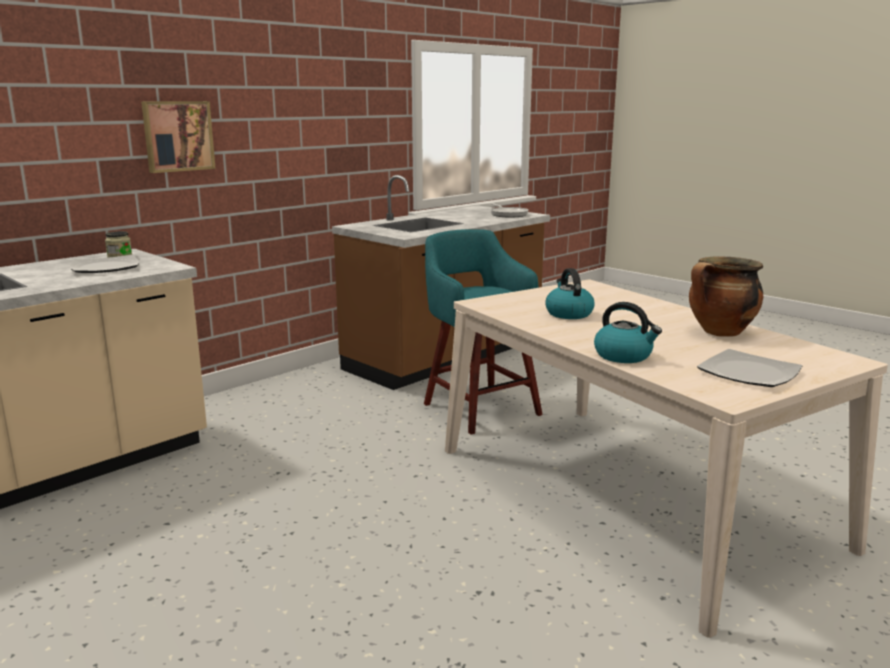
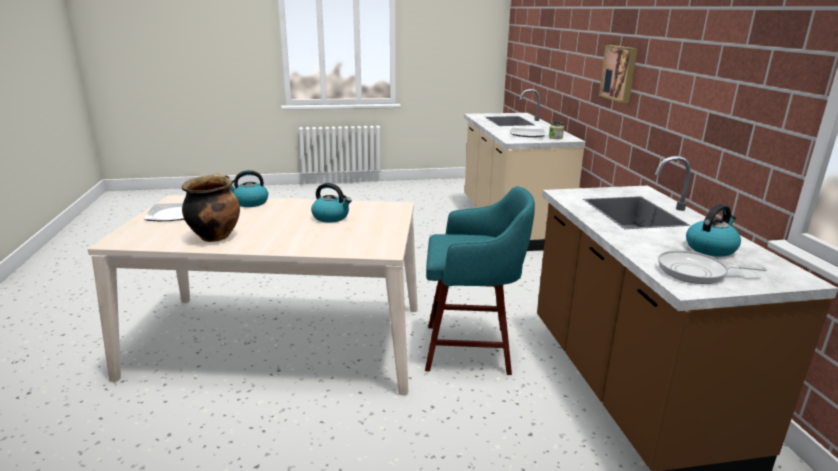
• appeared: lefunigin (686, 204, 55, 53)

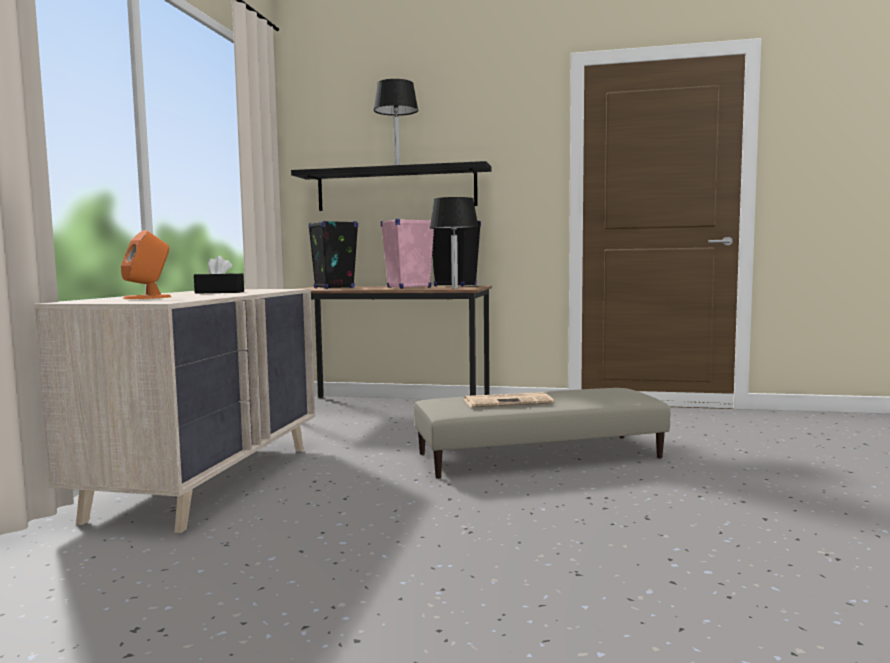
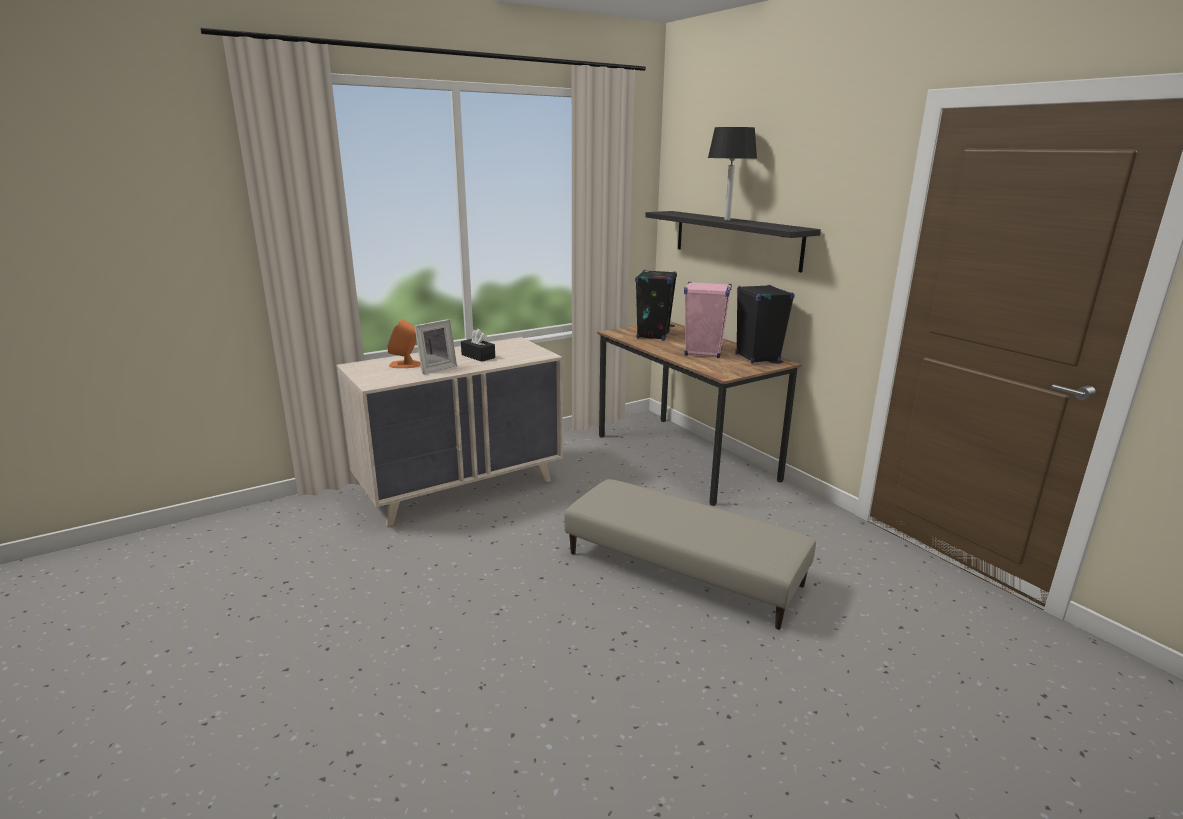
• missing: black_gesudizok (430, 197, 49, 92)
• missing: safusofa (464, 392, 90, 15)
• appeared: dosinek (414, 319, 43, 55)

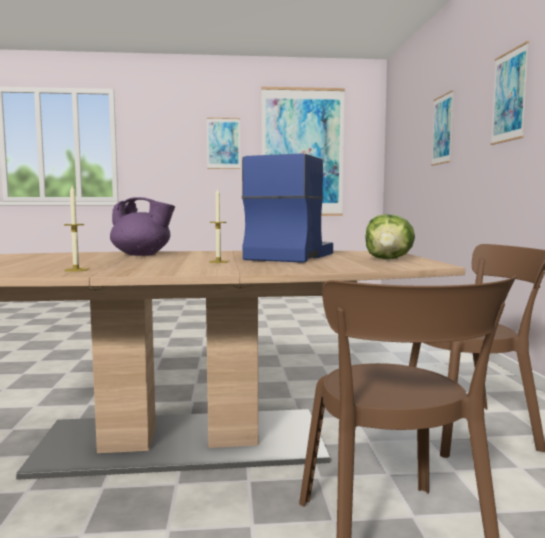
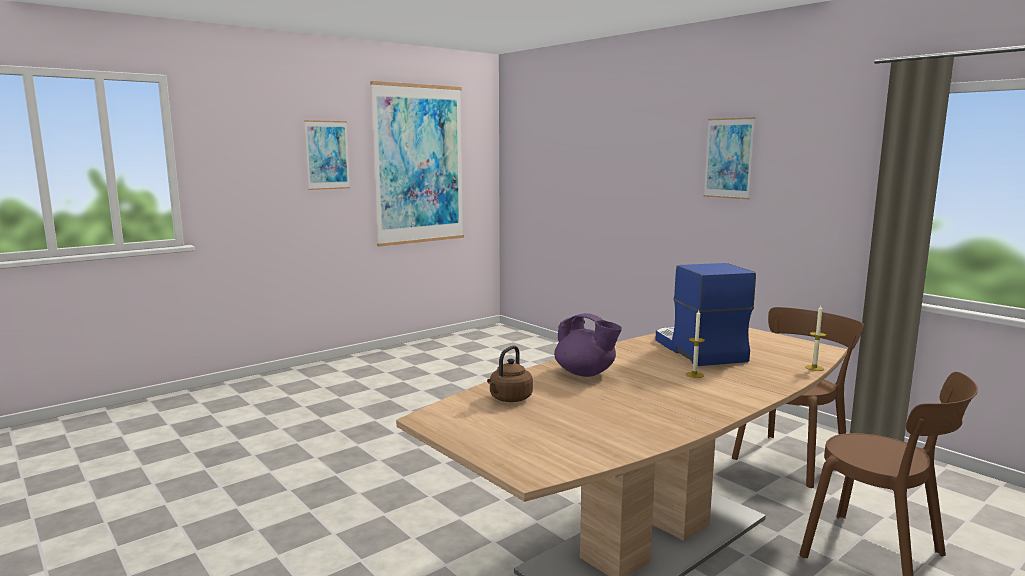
• relocated: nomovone (64, 186, 24, 86) to (805, 305, 21, 66)
• spun: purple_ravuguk (110, 197, 65, 59) = (554, 313, 68, 64) 60 degrees clockwise
• missing: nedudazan (365, 214, 50, 45)
• missing: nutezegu (431, 90, 23, 76)
• appeared: brown_lefunigin (487, 346, 46, 56)

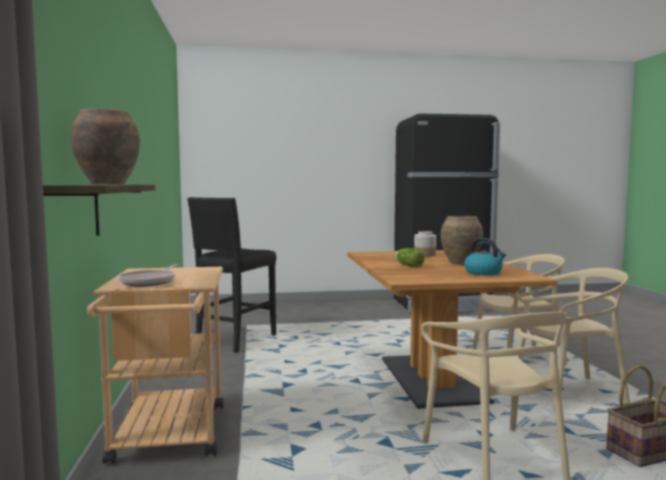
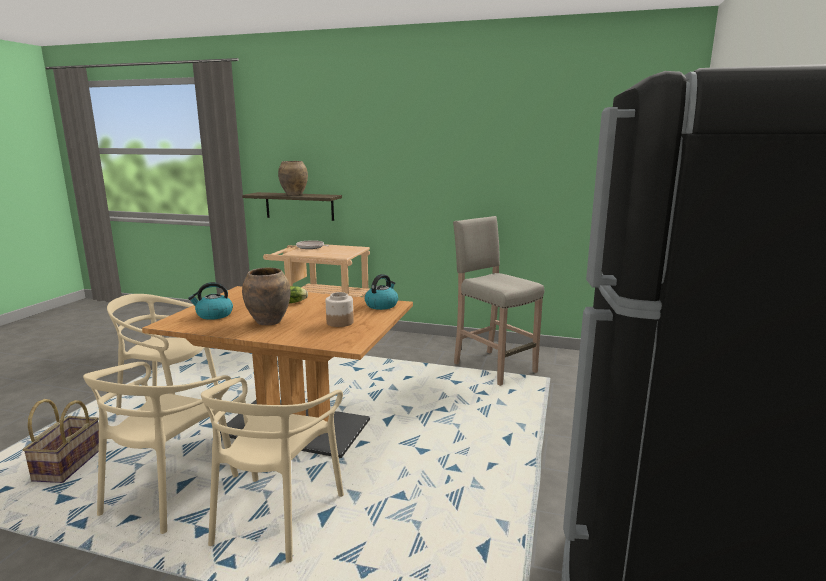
• colour: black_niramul (187, 197, 89, 156) to beige_niramul (453, 216, 91, 170)
• appeared: lefunigin (365, 274, 33, 36)

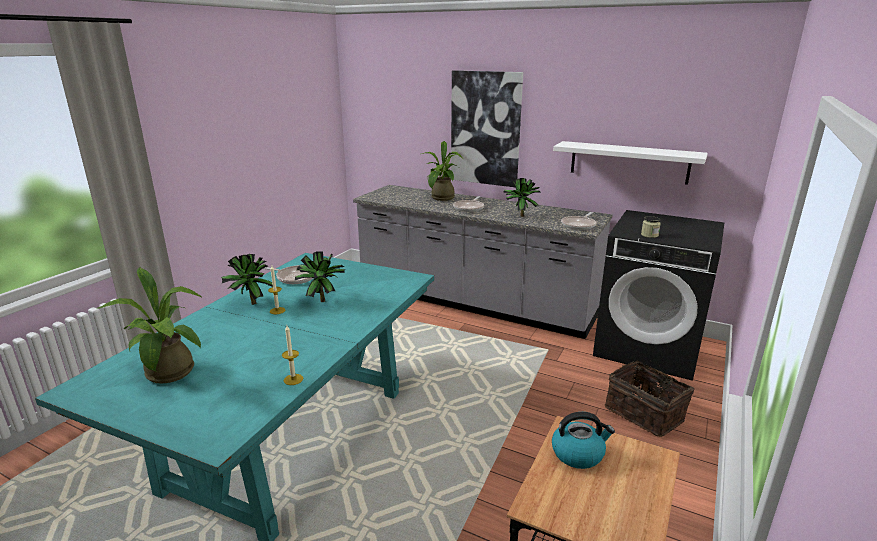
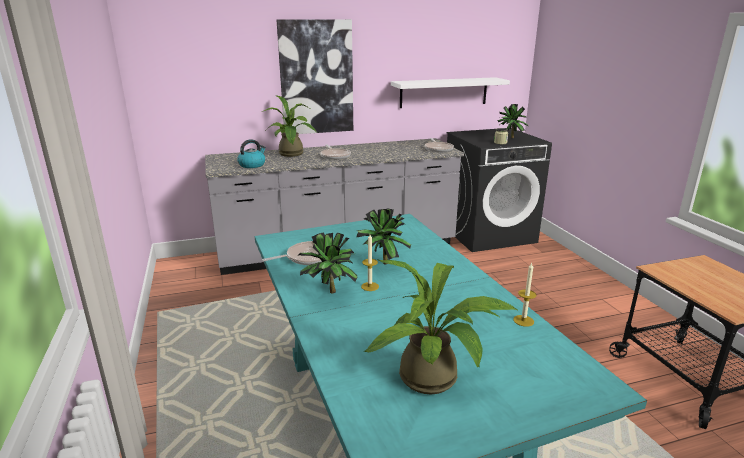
• relocated: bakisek (503, 178, 38, 39) to (497, 104, 32, 34)
• relocated: lefunigin (552, 412, 63, 57) to (237, 139, 29, 29)
• missing: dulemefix (604, 361, 91, 76)

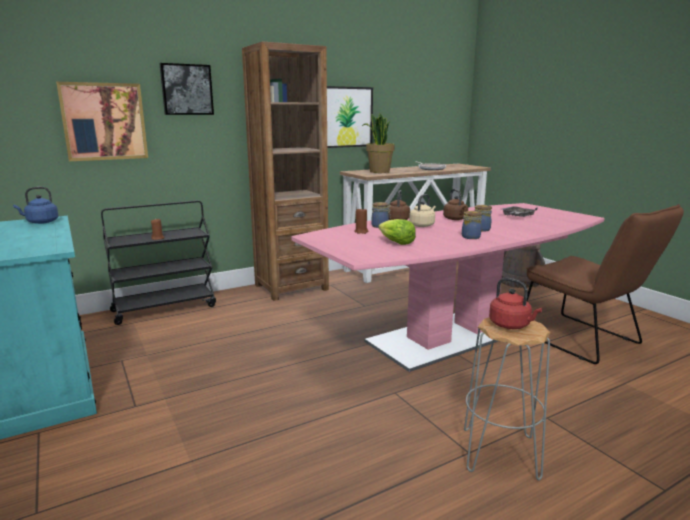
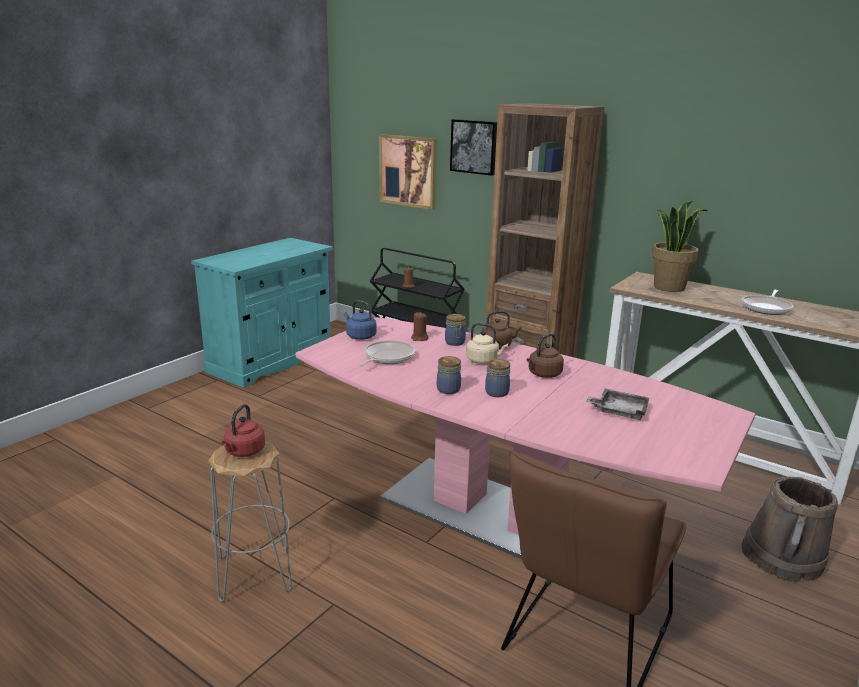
• relocated: blue_lefunigin (13, 187, 46, 37) to (344, 300, 33, 40)
• missing: nutezegu (327, 86, 46, 62)
• exchanged: nedudazan (378, 219, 38, 26) to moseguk (358, 340, 57, 26)

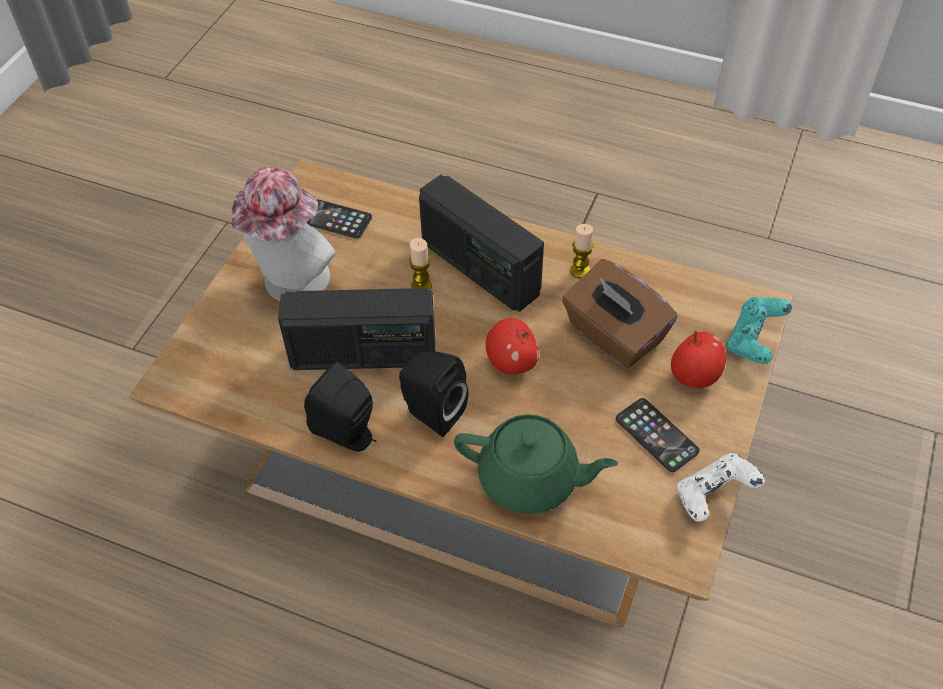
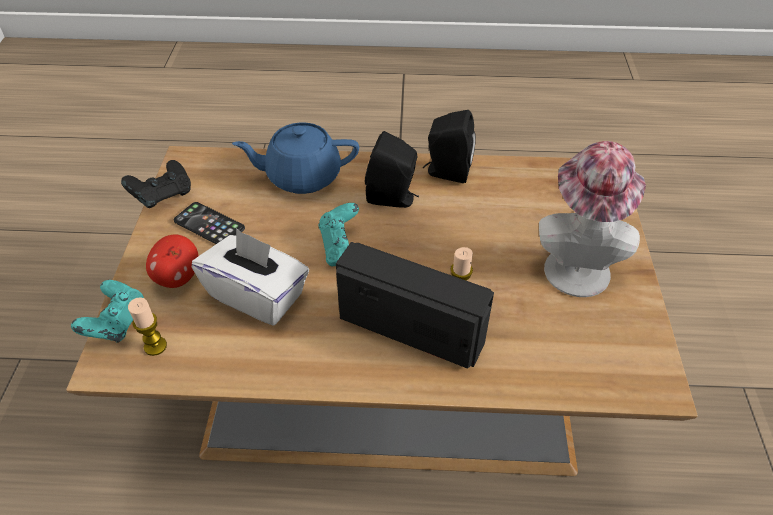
• missing: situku (278, 288, 157, 82)
• missing: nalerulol (306, 199, 66, 40)
• colour: green_ravuguk (454, 414, 164, 100) to blue_ravuguk (232, 123, 127, 71)
• exchanged: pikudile (486, 318, 53, 57) to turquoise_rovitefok (318, 203, 41, 64)
• colour: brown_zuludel (562, 259, 115, 109) to white_zuludel (192, 228, 117, 97)
• relocated: nomovone (570, 224, 24, 55) to (128, 297, 39, 59)
• colour: white_rovitefok (677, 453, 88, 69) to black_rovitefok (121, 160, 70, 48)

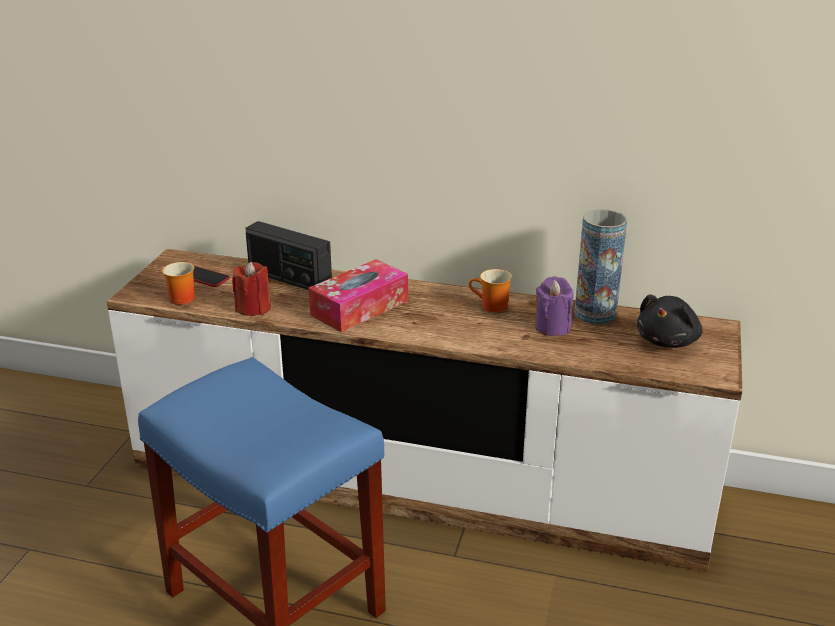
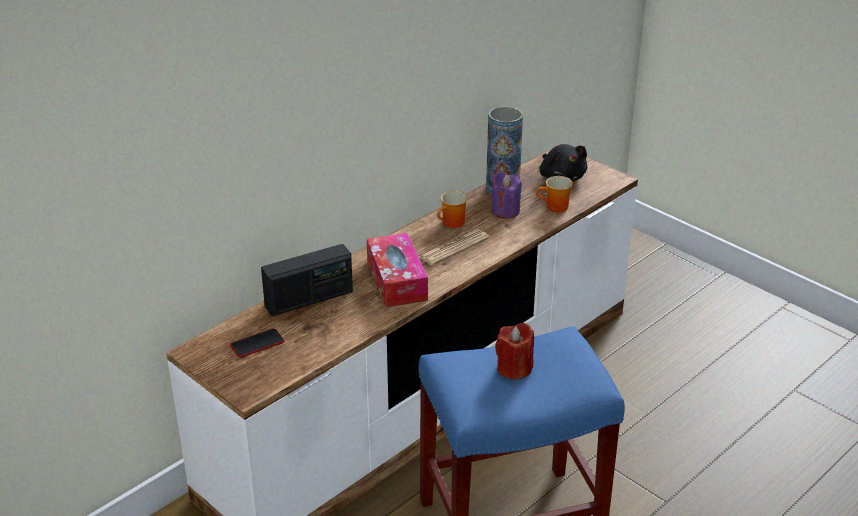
• relocated: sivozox (162, 262, 33, 43) to (536, 176, 37, 36)
• relocated: red_nomovone (232, 261, 39, 55) to (495, 323, 39, 57)
• appeared: safusofa (419, 229, 71, 37)

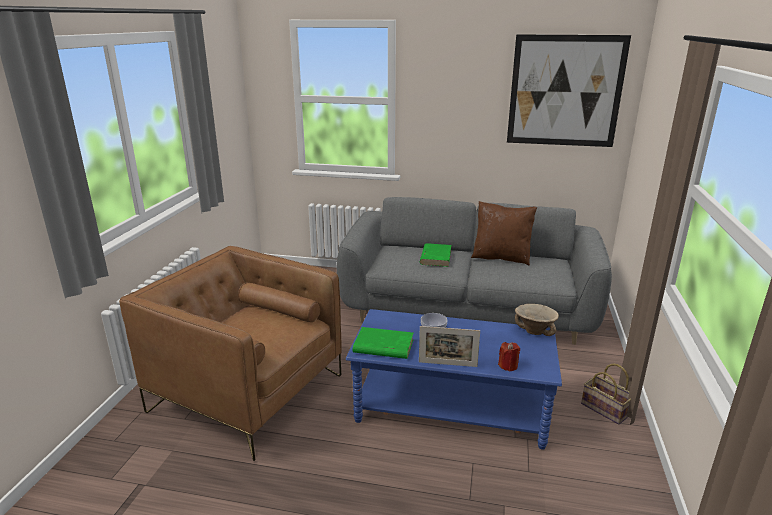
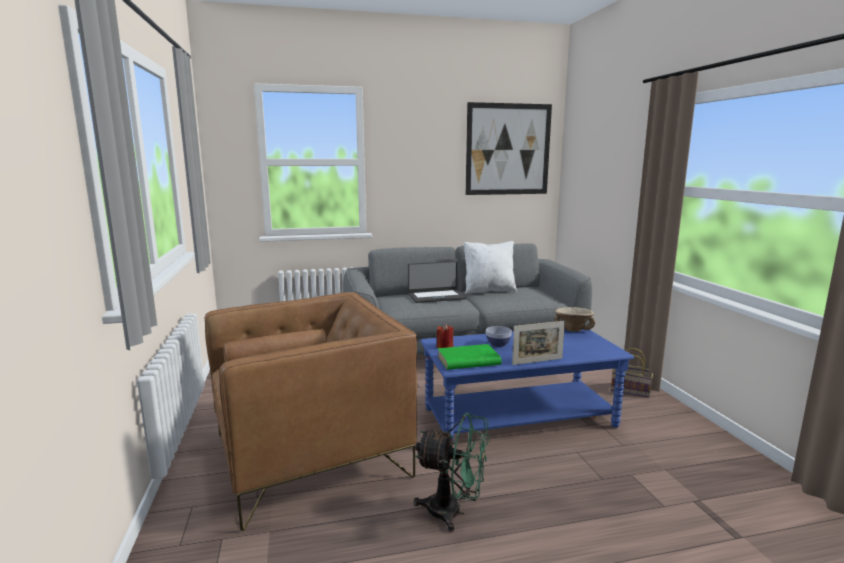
• spun: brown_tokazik (119, 246, 223, 215) = (205, 292, 212, 239) 150 degrees clockwise
• exchanged: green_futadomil (420, 243, 32, 24) to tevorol (408, 261, 58, 42)
• colour: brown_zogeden (471, 201, 66, 64) to white_zogeden (464, 241, 53, 53)
• relocated: red_nomovone (498, 342, 22, 29) to (437, 324, 17, 24)
• appeared: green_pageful (414, 413, 75, 119)

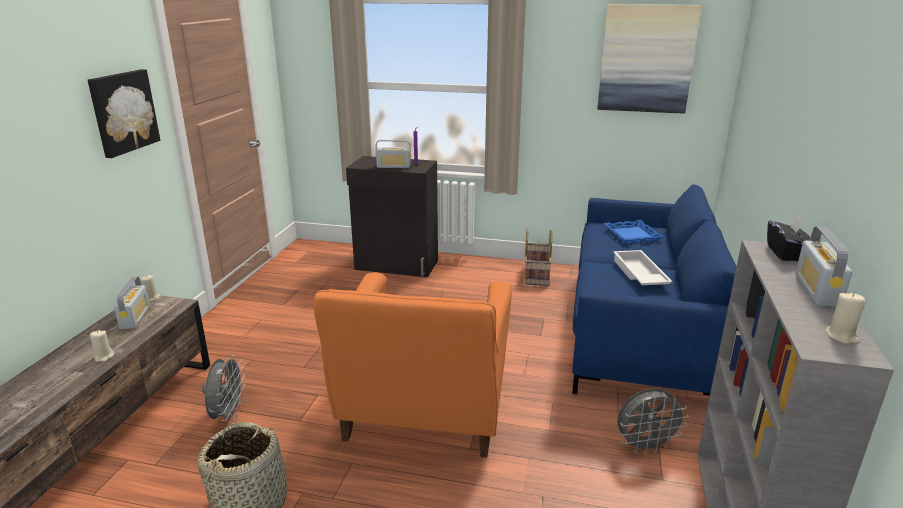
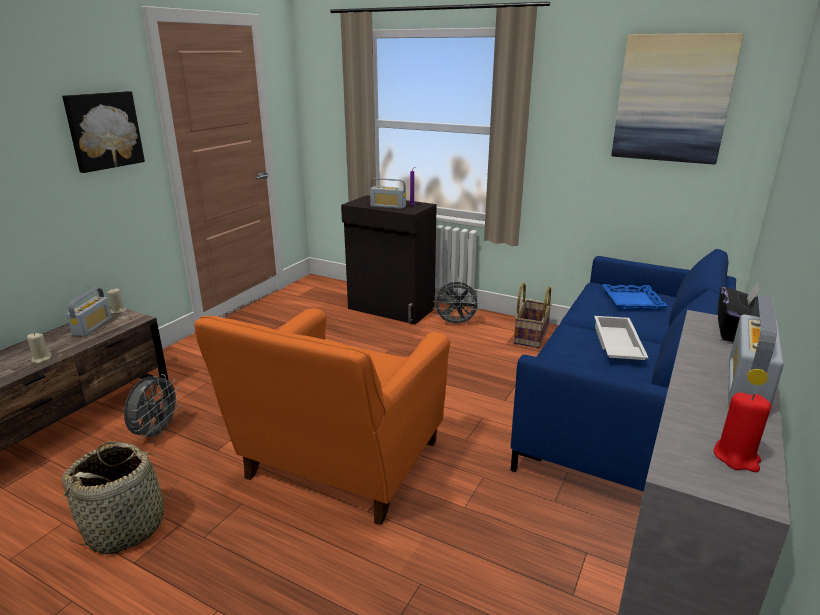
• relocated: grey_pageful (617, 388, 71, 66) to (433, 282, 48, 45)
• colour: beige_nomovone (826, 292, 40, 52) to red_nomovone (714, 392, 57, 80)

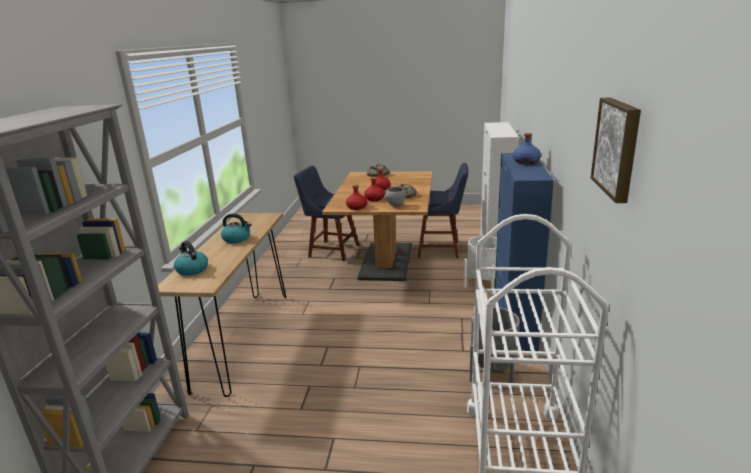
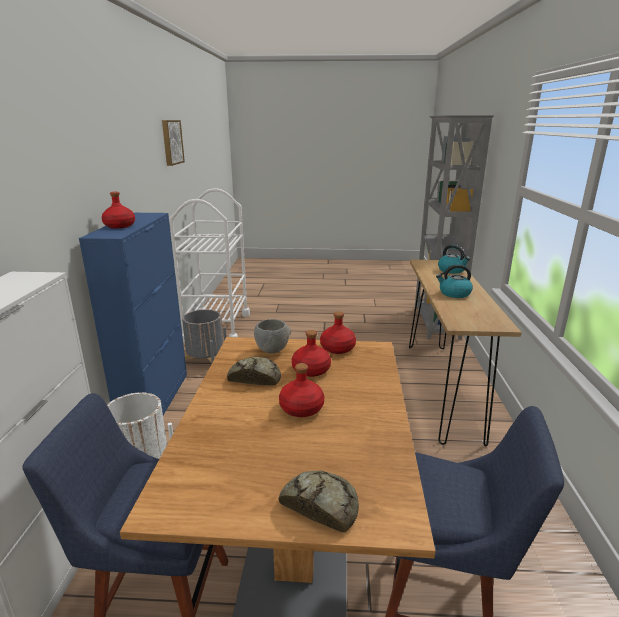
• colour: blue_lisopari (513, 133, 28, 31) to red_lisopari (102, 192, 33, 36)

